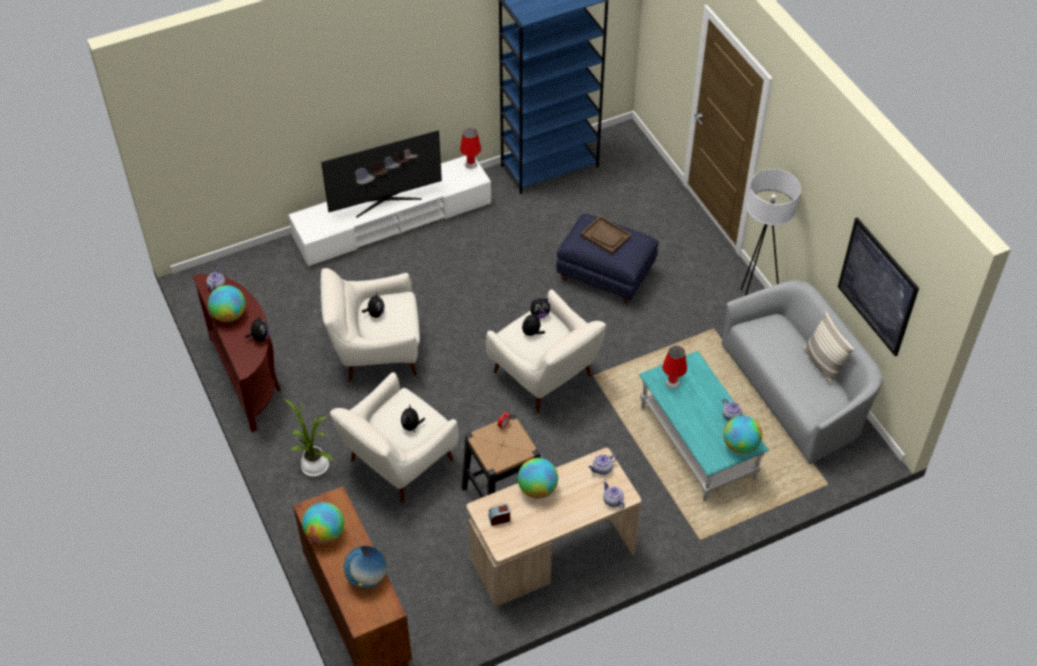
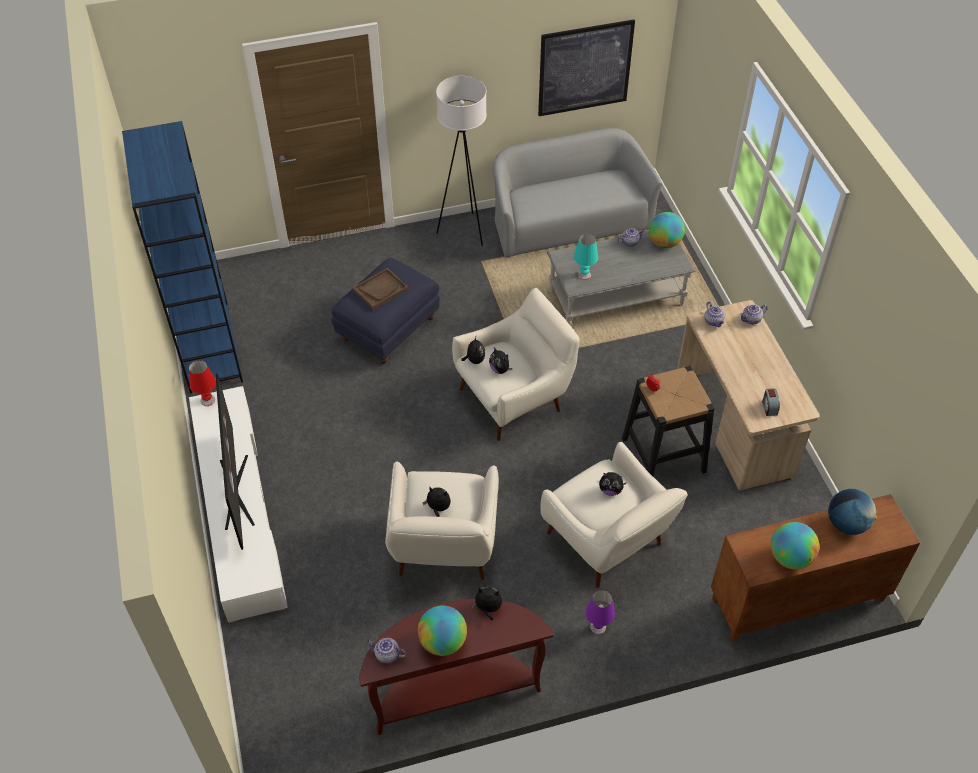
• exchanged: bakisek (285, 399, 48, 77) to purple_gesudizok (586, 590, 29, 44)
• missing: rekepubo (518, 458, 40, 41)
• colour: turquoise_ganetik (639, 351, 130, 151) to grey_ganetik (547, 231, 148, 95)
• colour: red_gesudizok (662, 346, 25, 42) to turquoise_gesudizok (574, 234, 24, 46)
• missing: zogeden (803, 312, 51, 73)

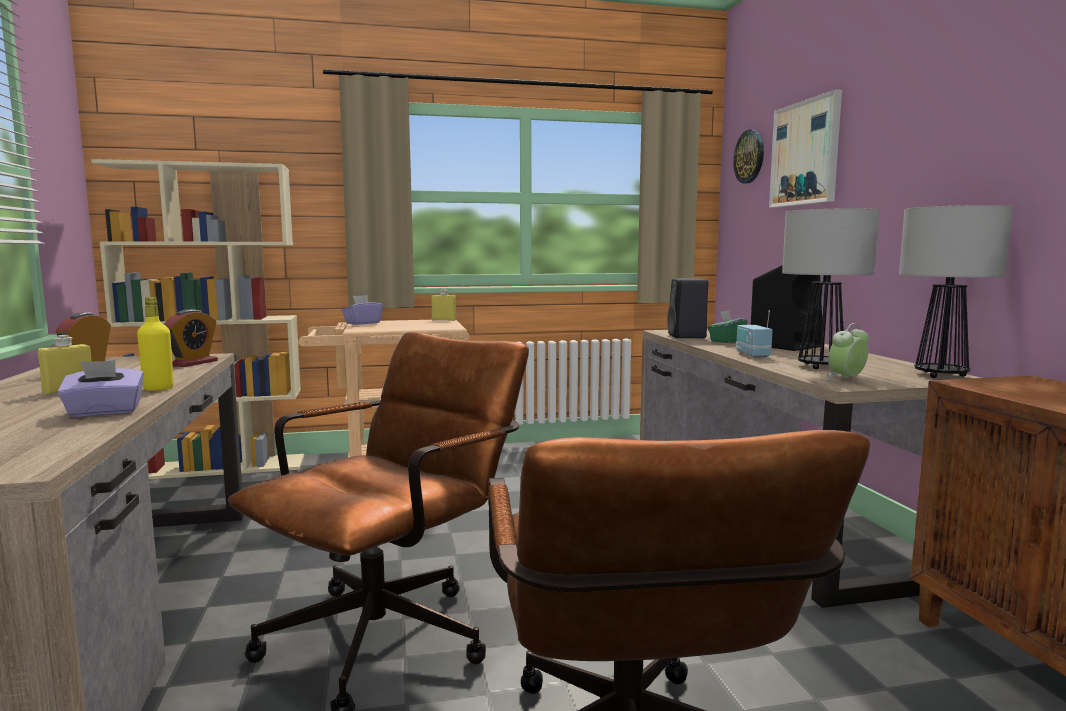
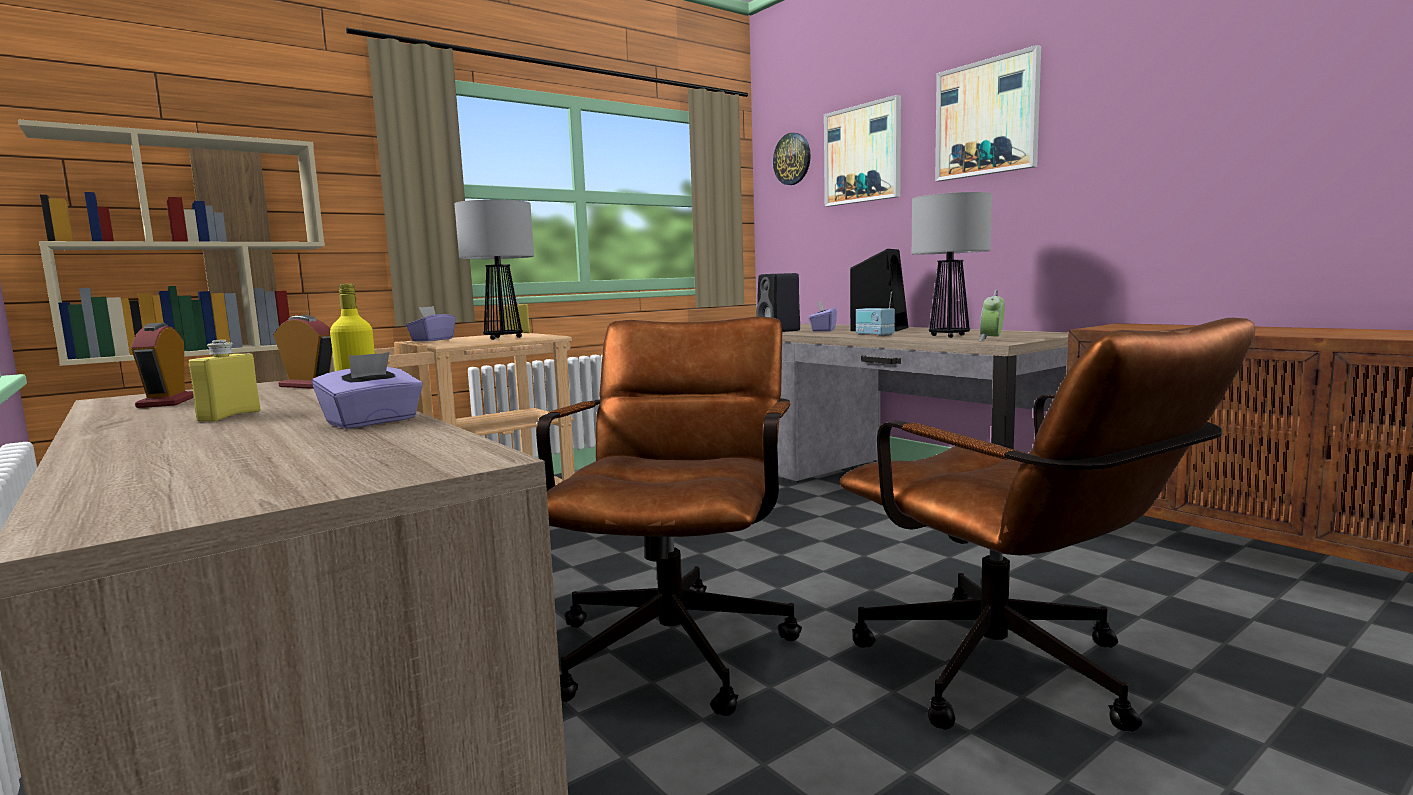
• spun: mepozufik (164, 309, 54, 58) = (274, 315, 59, 74) 60 degrees counterclockwise
• colour: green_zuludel (708, 311, 40, 32) to purple_zuludel (809, 302, 28, 30)
• relocated: gesudizok (899, 205, 114, 173) to (455, 199, 79, 141)
• appeared: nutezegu (935, 45, 106, 136)

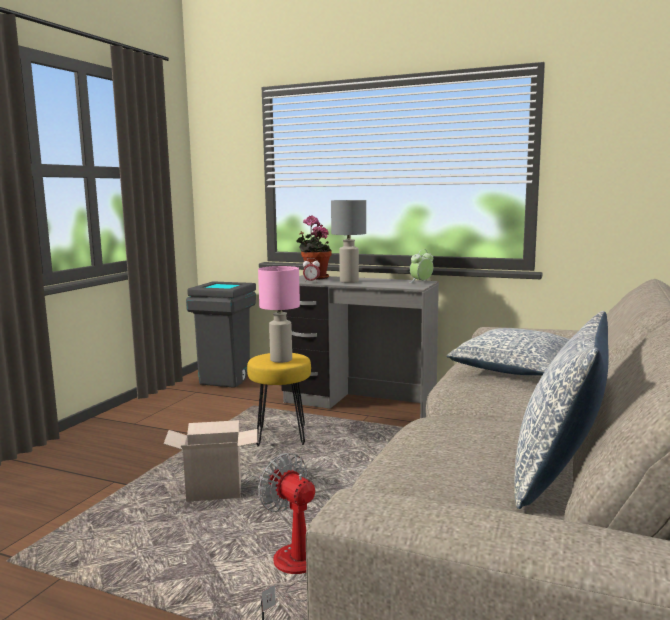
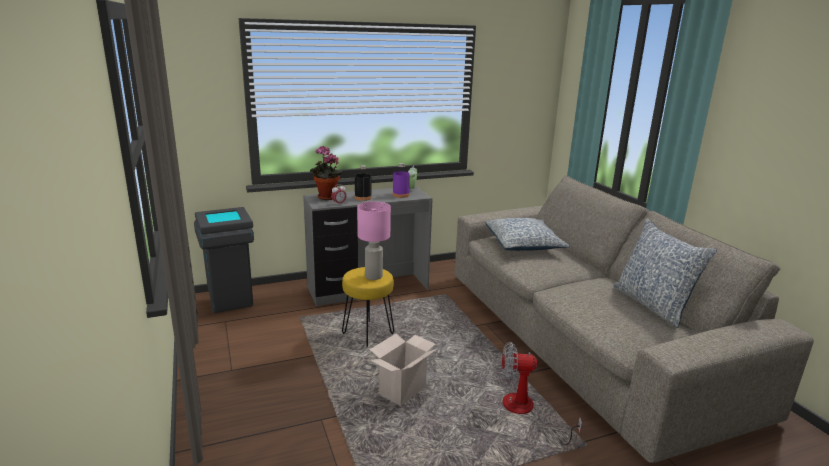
• exchanged: grey_gesudizok (331, 200, 35, 83) to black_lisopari (355, 165, 17, 36)
• appeared: purple_lisopari (393, 163, 17, 35)

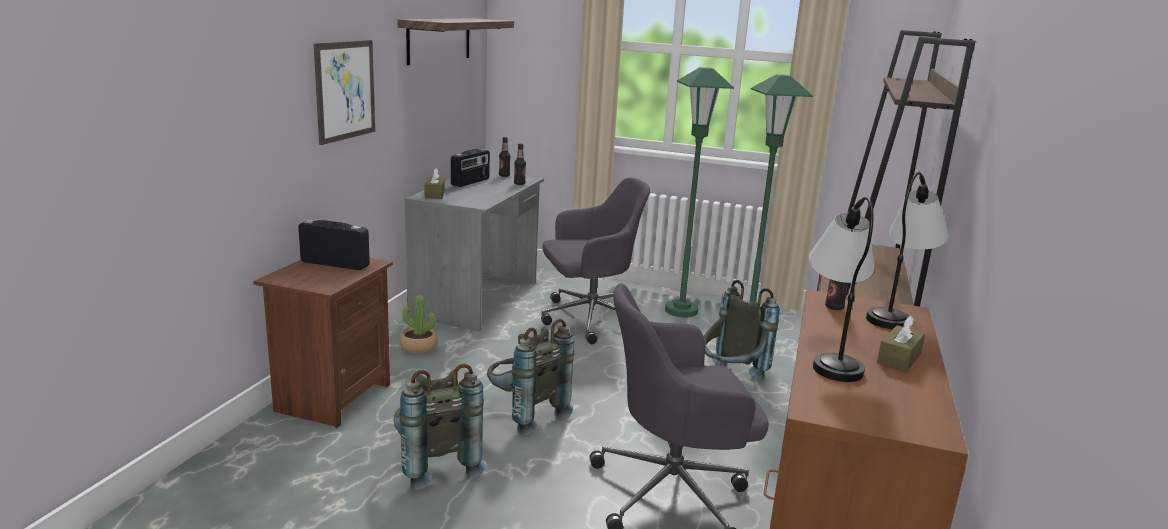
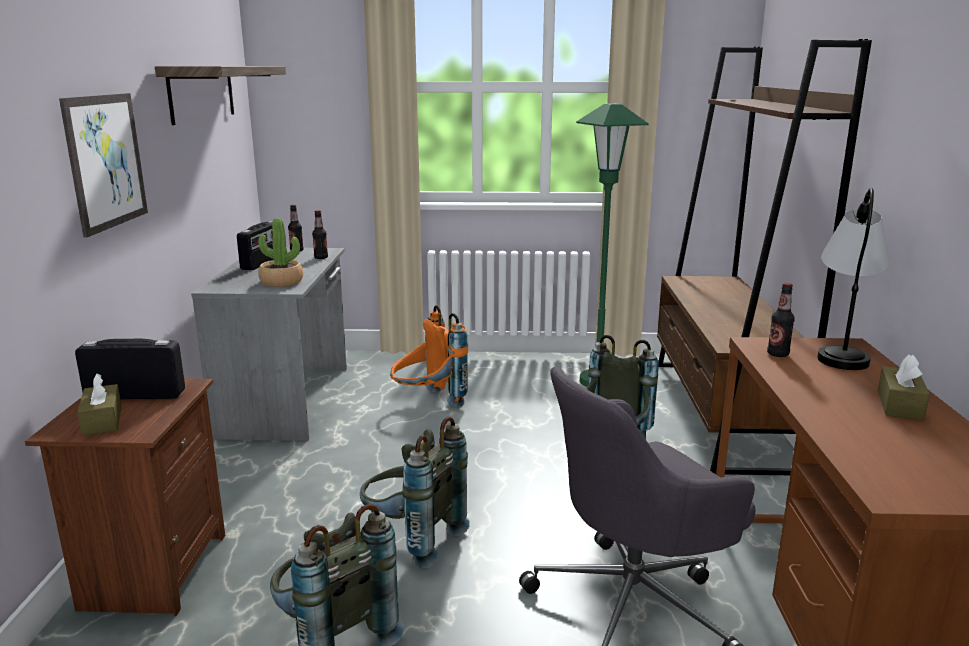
• relocated: bakisek (400, 295, 38, 59) to (258, 218, 45, 69)
• relocated: brown_zuludel (425, 168, 20, 31) to (77, 373, 45, 63)
• exchanged: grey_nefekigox (541, 177, 109, 167) to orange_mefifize (390, 305, 78, 102)
• missing: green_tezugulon (665, 67, 69, 250)
• missing: gesudizok (808, 197, 66, 185)

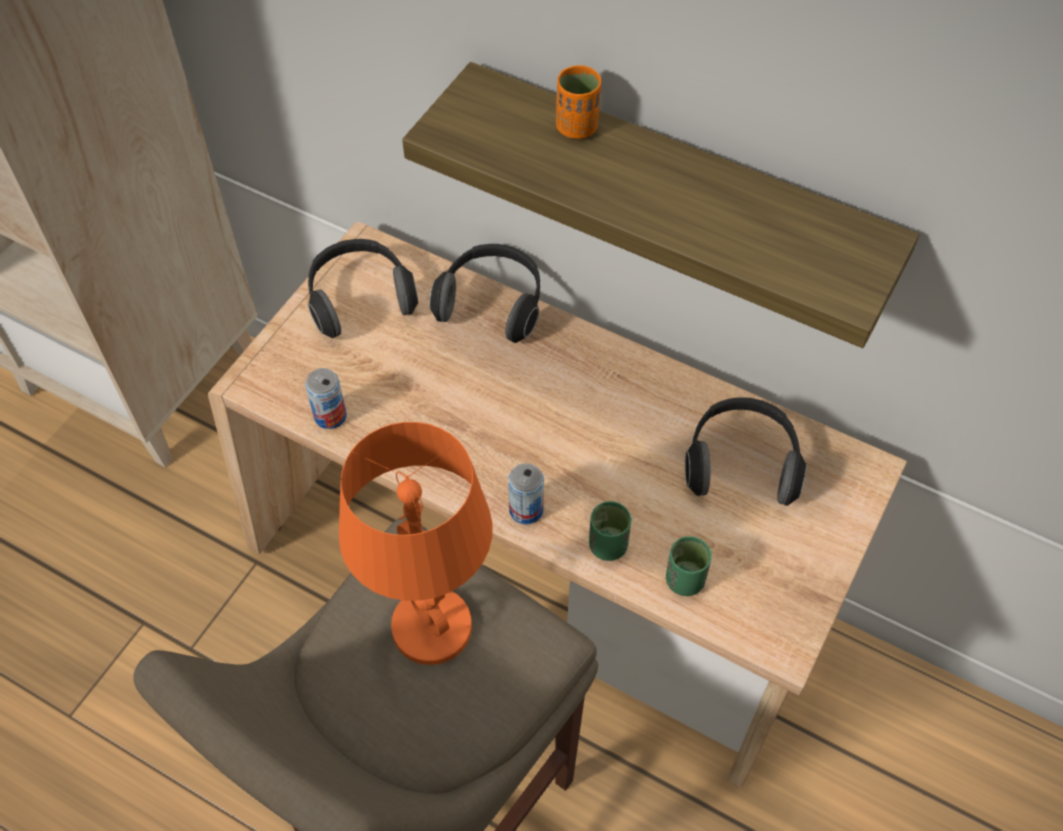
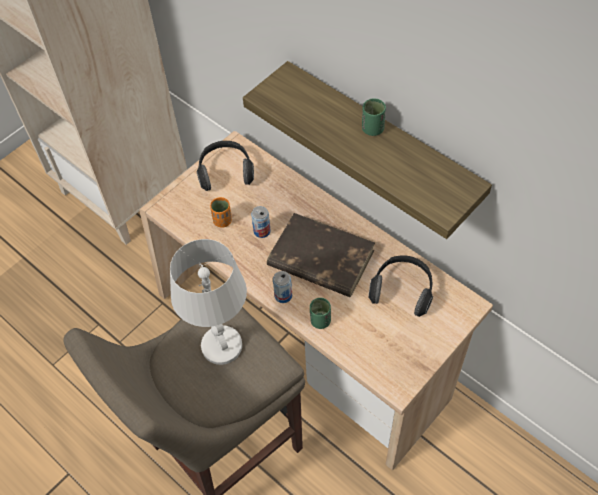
• relocated: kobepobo (305, 368, 42, 61) to (251, 206, 20, 32)
• colour: orange_gesudizok (339, 422, 154, 243) to white_gesudizok (170, 239, 77, 126)
• missing: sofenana (430, 244, 110, 99)
• relocated: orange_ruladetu (556, 65, 45, 74) to (210, 197, 22, 31)
• relocated: green_ruladetu (666, 536, 46, 60) to (362, 98, 24, 38)
• appeared: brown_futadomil (267, 213, 108, 84)

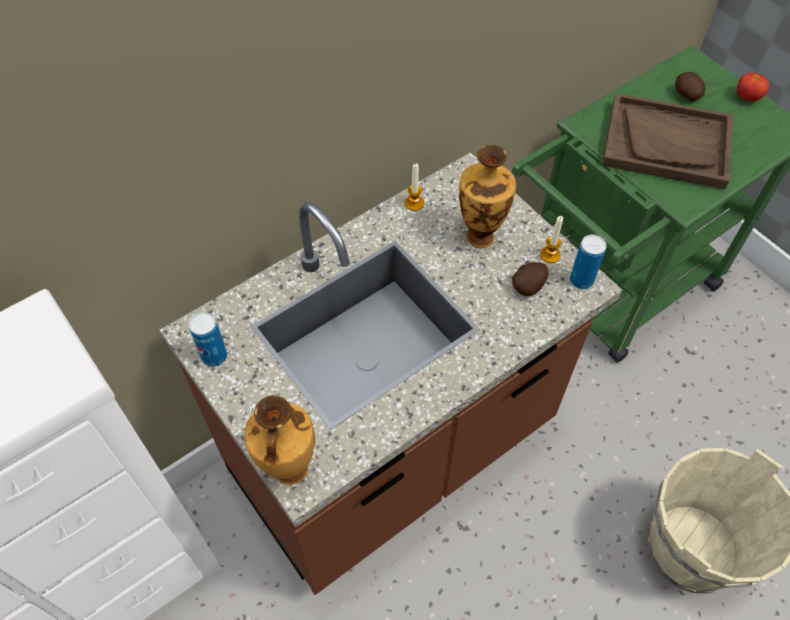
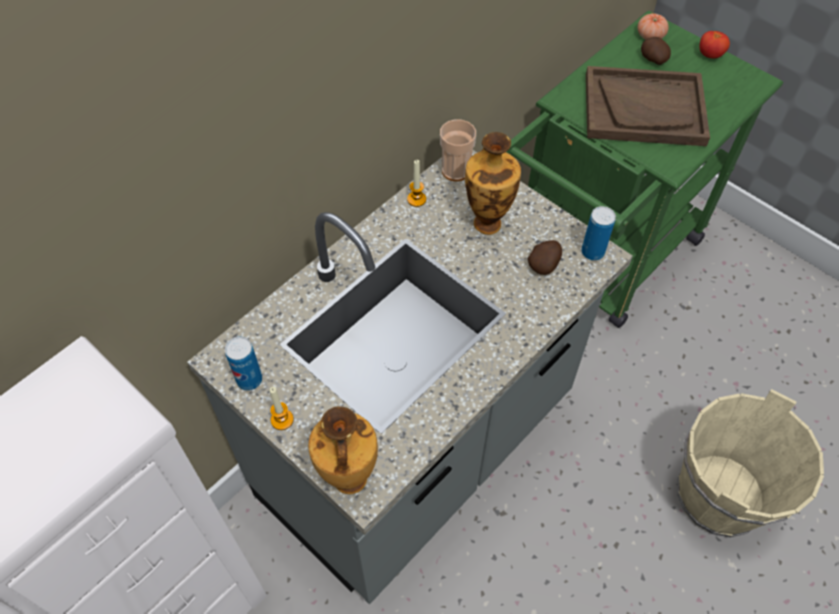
• colour: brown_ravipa (160, 152, 462, 443) to grey_ravipa (187, 150, 446, 454)
• relocated: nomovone (540, 216, 23, 47) to (270, 387, 24, 43)
• appeared: ruladetu (440, 119, 36, 62)
• appeared: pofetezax (637, 13, 32, 27)

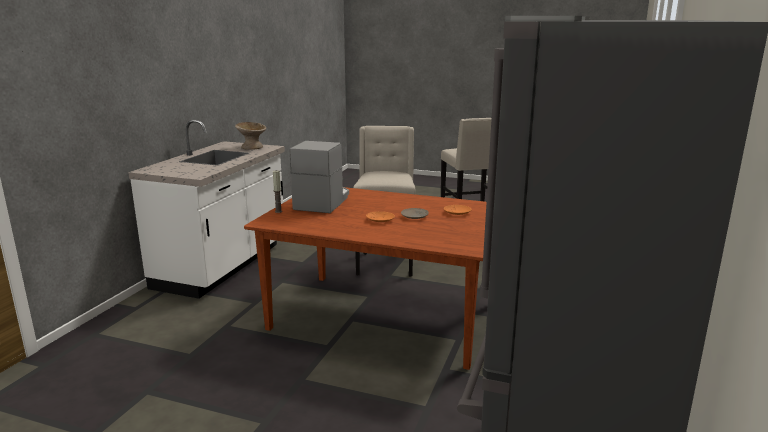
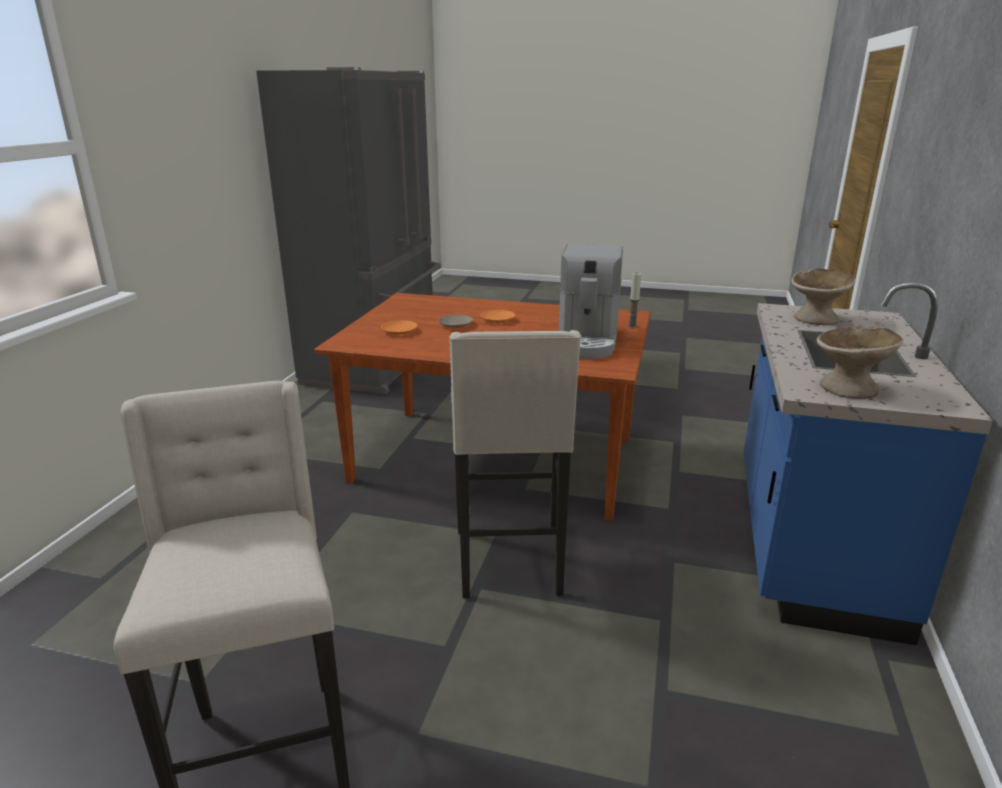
• colour: white_ravipa (128, 120, 157, 179) to blue_ravipa (743, 282, 250, 363)
• appeared: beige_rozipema (791, 269, 64, 56)

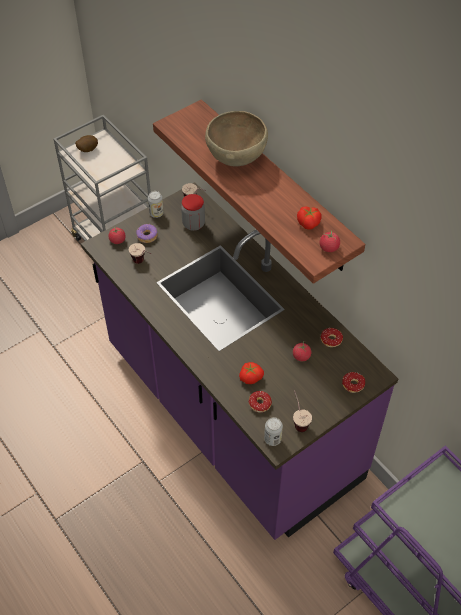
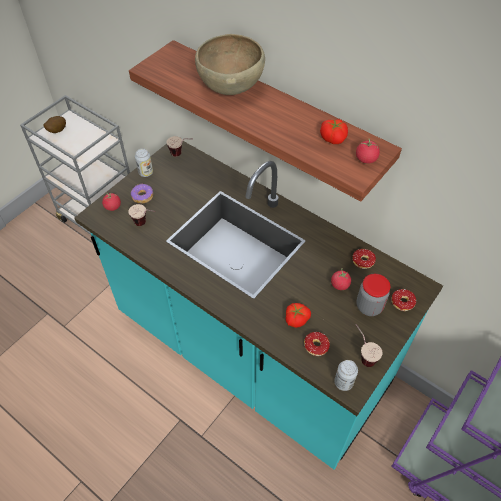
• colour: purple_ravipa (81, 182, 317, 358) to turquoise_ravipa (74, 141, 369, 328)
• relocated: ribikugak (181, 194, 24, 37) to (356, 274, 34, 42)

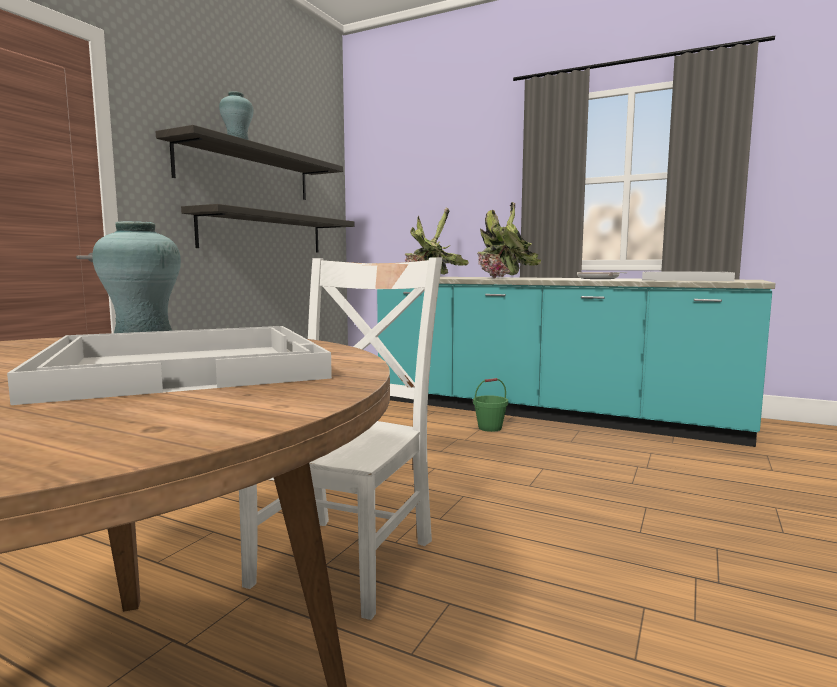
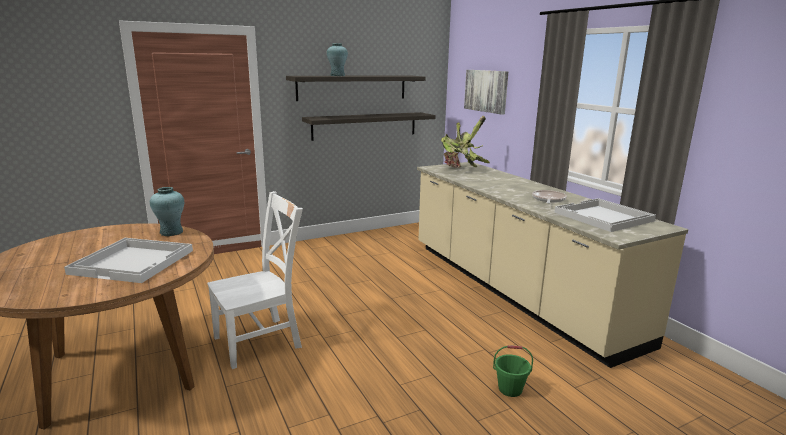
• colour: turquoise_ravipa (377, 277, 399, 170) to beige_ravipa (417, 162, 271, 206)
• relocated: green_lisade (473, 378, 35, 54) to (493, 345, 40, 52)
• missing: bakisek (477, 202, 64, 76)
• appeared: nutezegu (464, 70, 44, 45)

